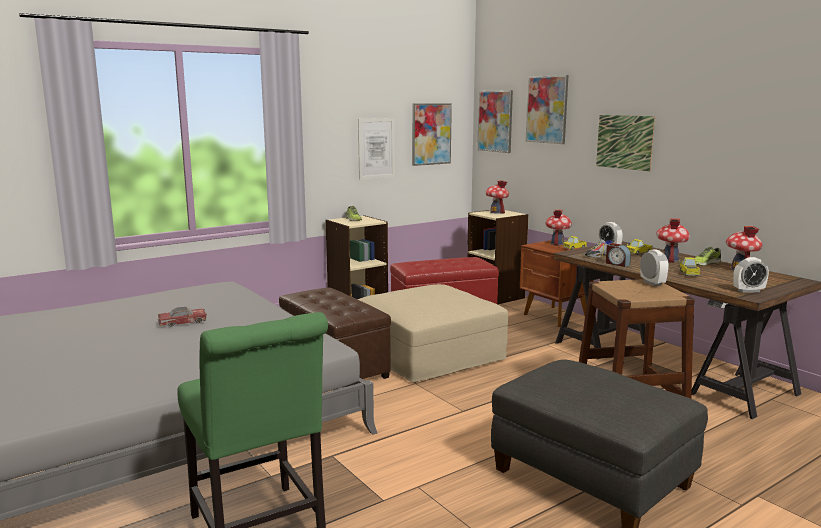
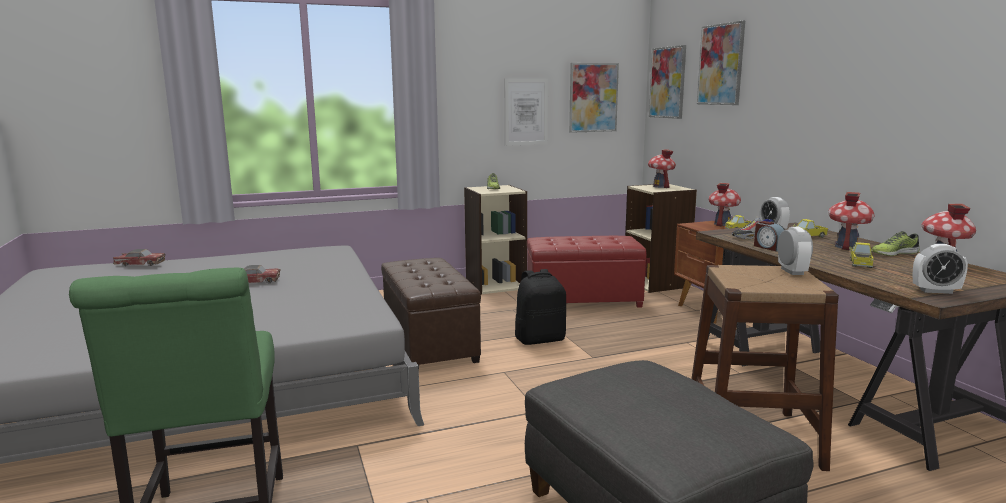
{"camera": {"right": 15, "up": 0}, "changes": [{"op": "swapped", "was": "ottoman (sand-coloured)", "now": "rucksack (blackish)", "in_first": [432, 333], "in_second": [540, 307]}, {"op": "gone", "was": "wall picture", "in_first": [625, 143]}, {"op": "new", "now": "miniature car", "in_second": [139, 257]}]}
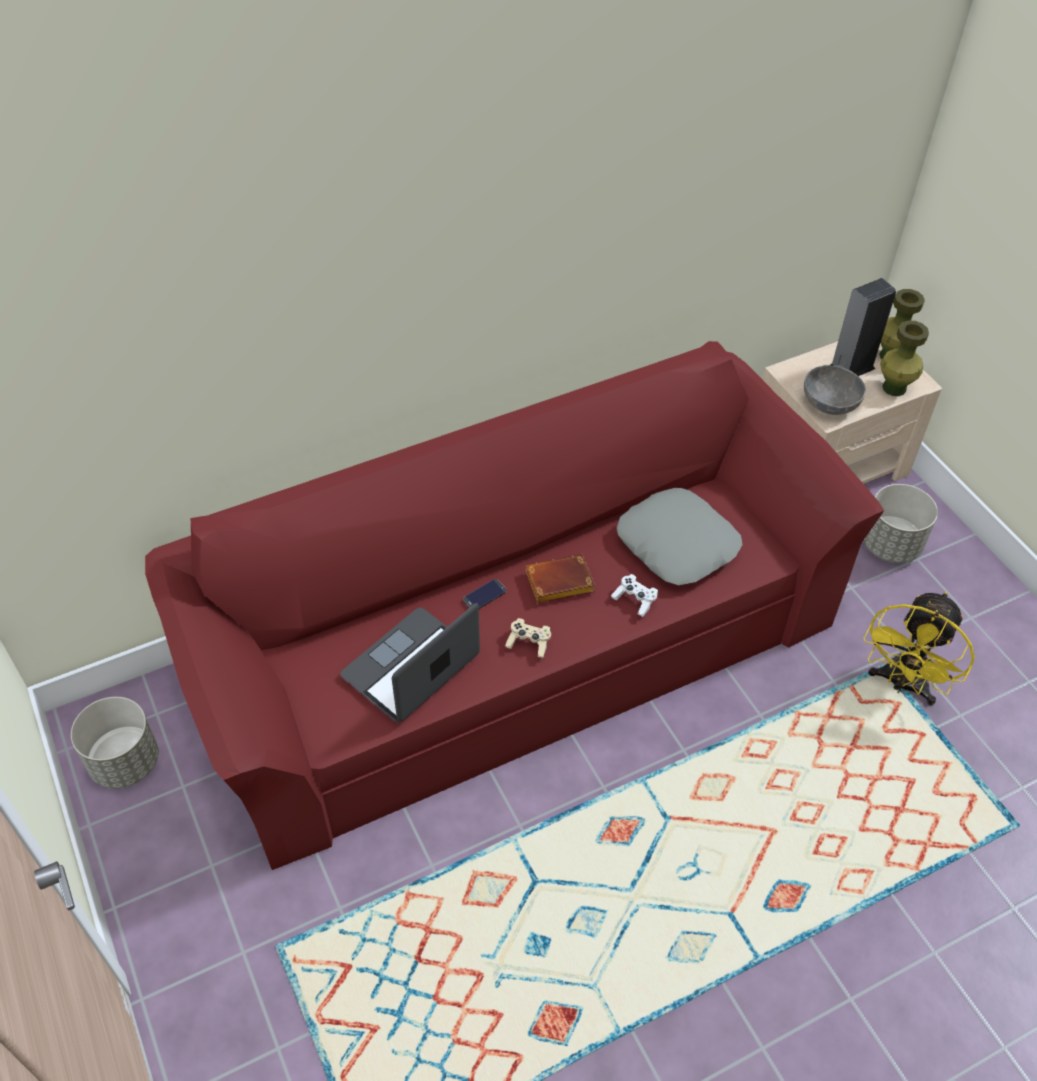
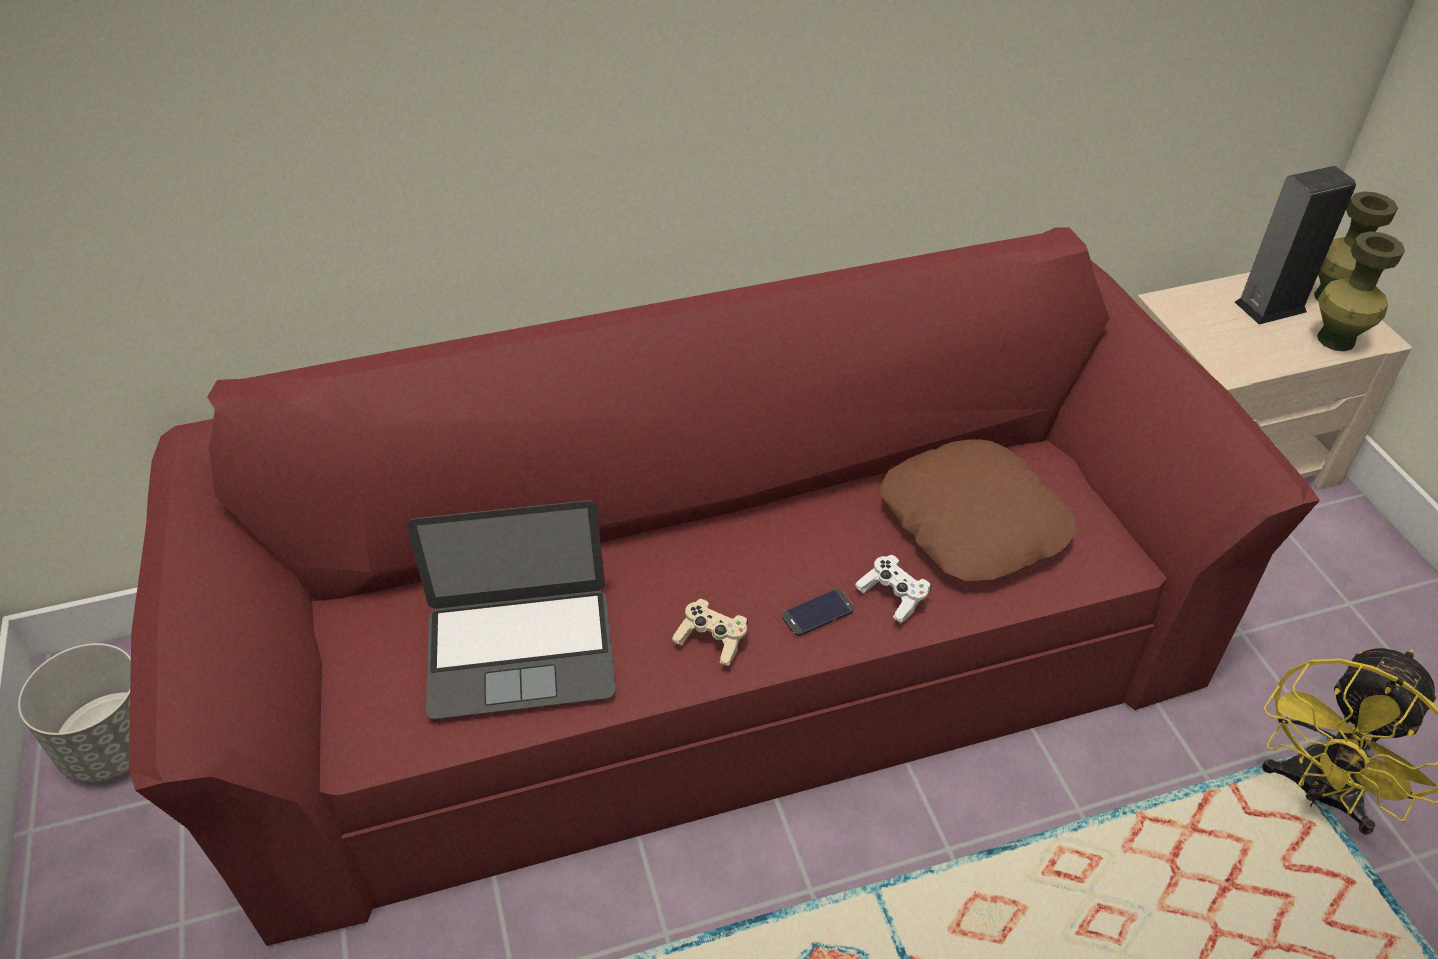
{"camera": {"right": 10, "up": -5}, "changes": [{"op": "rotated", "was": "laptop", "in_first": [410, 662], "in_second": [511, 609], "clockwise": -150}, {"op": "shifted", "was": "phone", "in_first": [485, 594], "in_second": [818, 612]}, {"op": "gone", "was": "bound book (brown)", "in_first": [560, 579]}, {"op": "repainted", "was": "cushion (gray)", "now": "cushion (brown)", "in_first": [679, 536], "in_second": [978, 510]}, {"op": "gone", "was": "bowl (gray)", "in_first": [835, 390]}, {"op": "gone", "was": "planter (gray)", "in_first": [900, 523]}]}
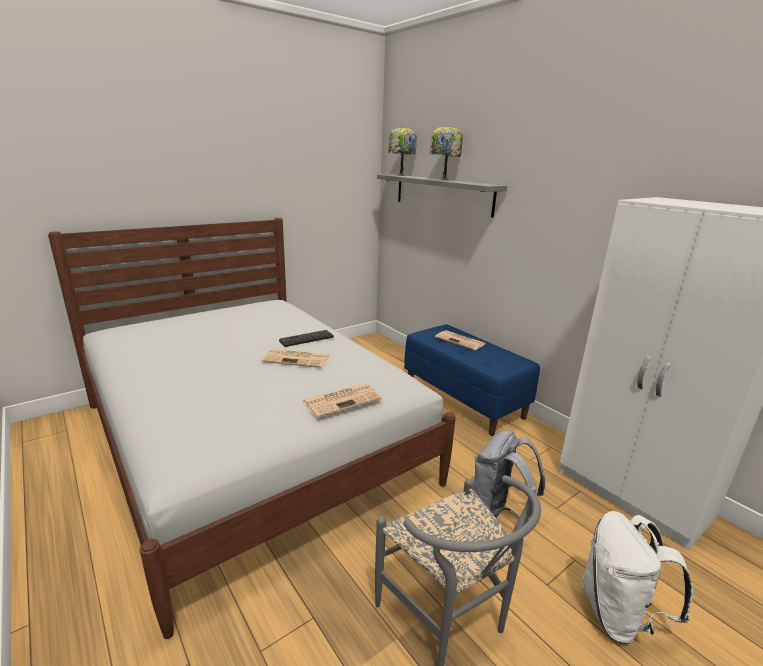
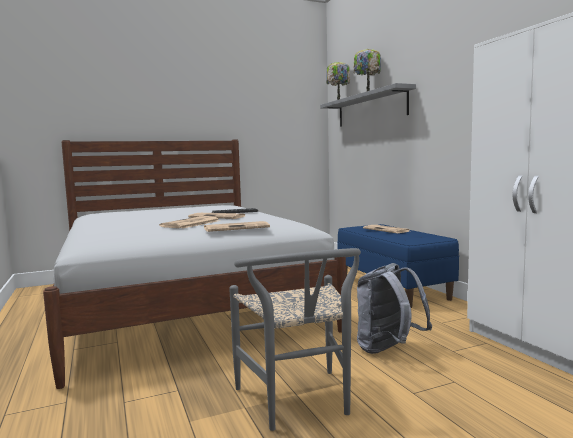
{"camera": {"right": 15, "up": -15}, "changes": [{"op": "gone", "was": "rucksack (whitish)", "in_first": [637, 577]}, {"op": "new", "now": "newspaper", "in_second": [189, 222]}]}
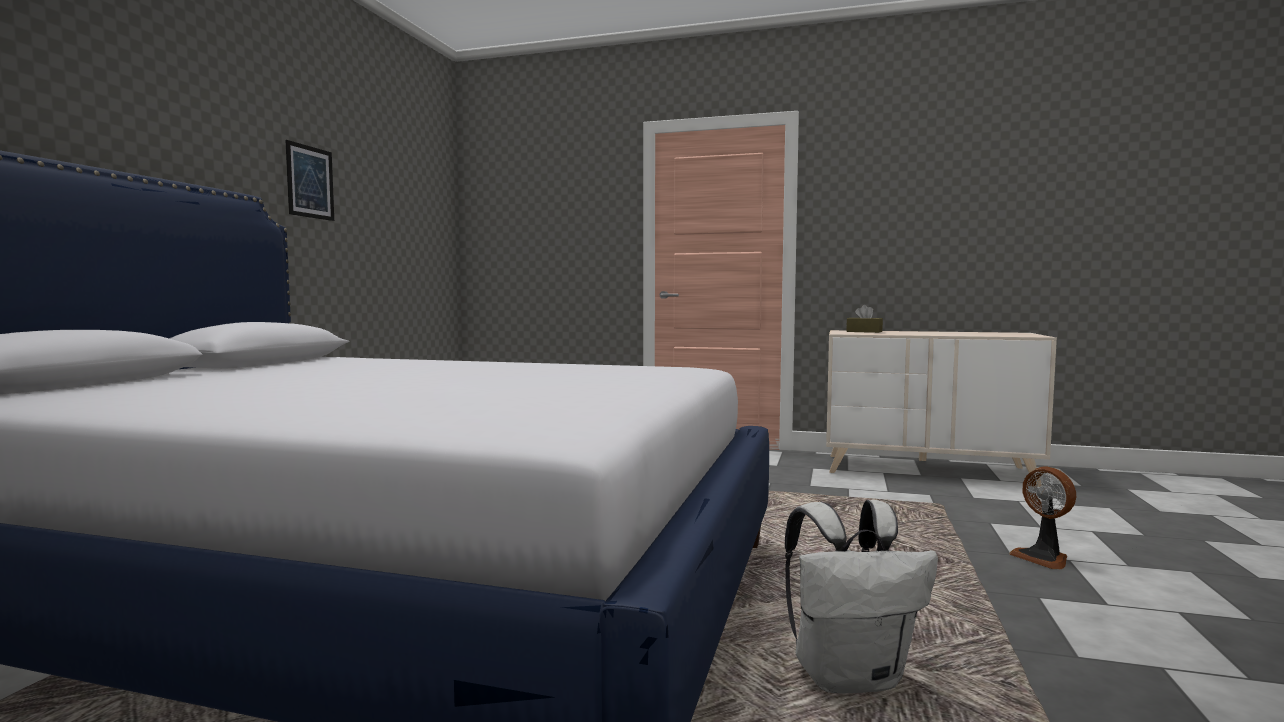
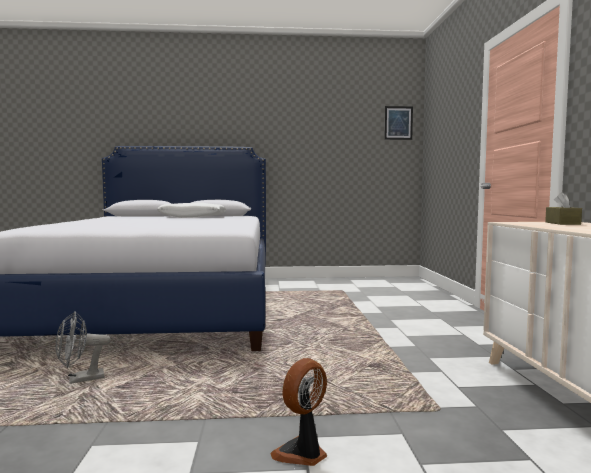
{"camera": {"right": 70, "up": 0}, "changes": [{"op": "shifted", "was": "wall picture", "in_first": [310, 180], "in_second": [398, 123]}, {"op": "swapped", "was": "rucksack (whitish)", "now": "cooling fan (gray)", "in_first": [861, 597], "in_second": [83, 348]}, {"op": "new", "now": "cushion (whitish)", "in_second": [191, 210]}]}
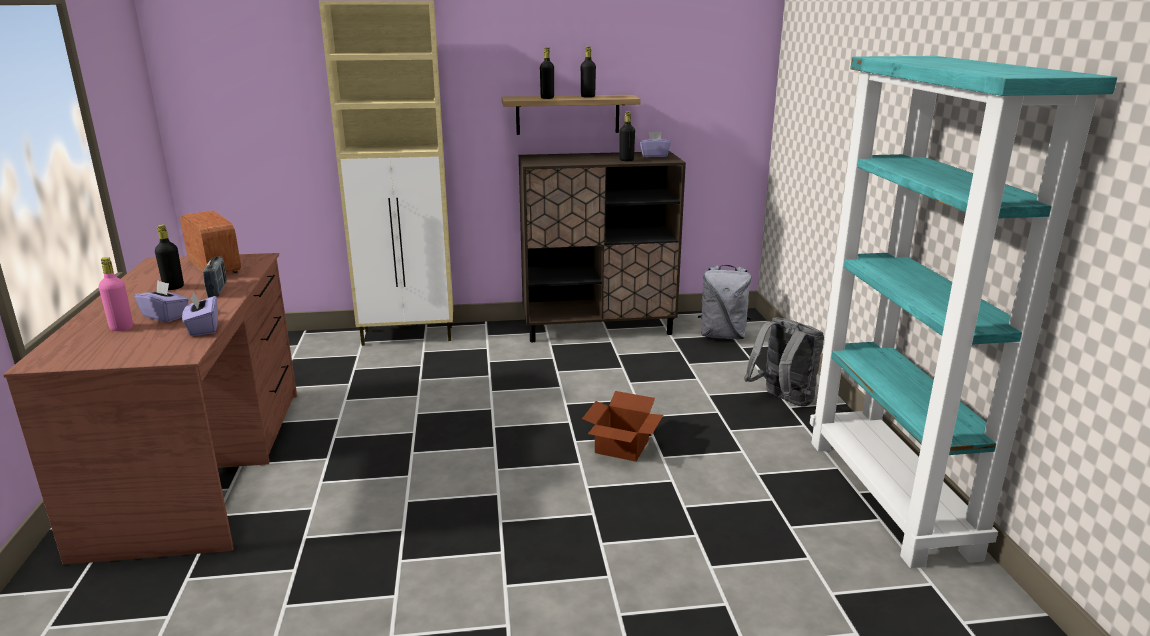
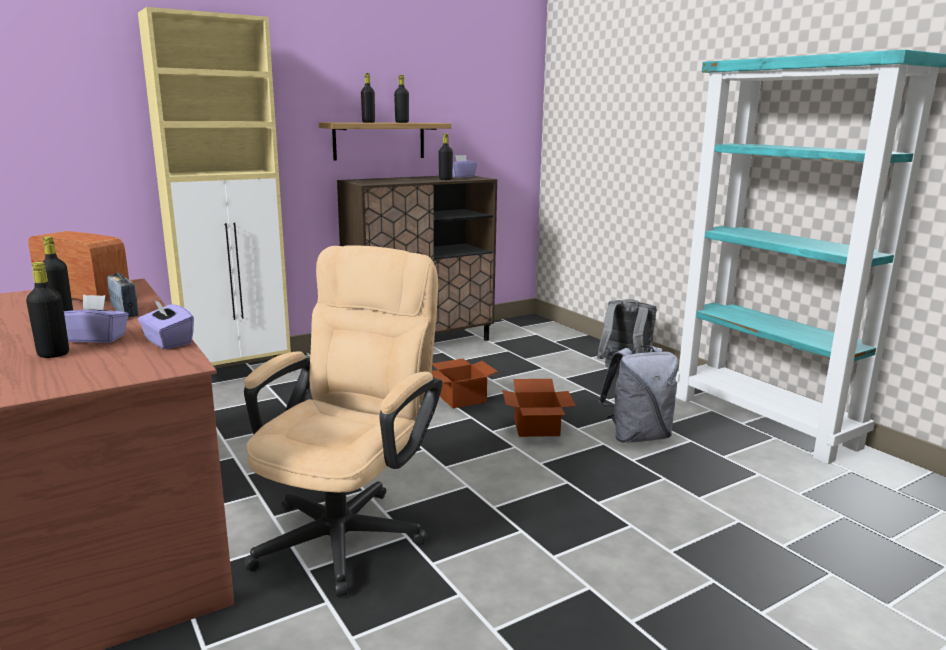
{"camera": {"right": -25, "up": -5}, "changes": [{"op": "repainted", "was": "drink bottle (pink)", "now": "drink bottle (blackish)", "in_first": [116, 294], "in_second": [47, 310]}, {"op": "shifted", "was": "rucksack (gray)", "in_first": [724, 302], "in_second": [638, 394]}, {"op": "new", "now": "desk chair (sand-coloured)", "in_second": [343, 421]}, {"op": "new", "now": "cardboard box", "in_second": [465, 383]}]}
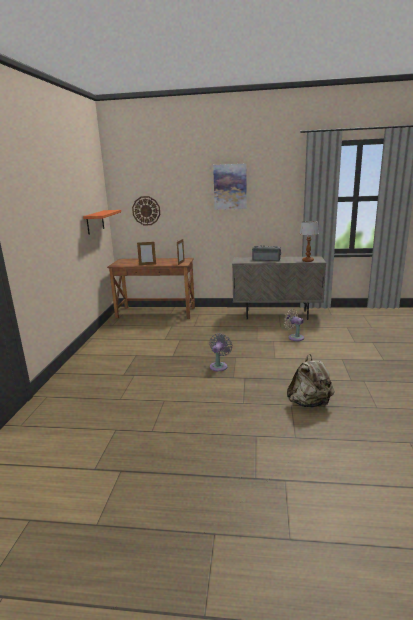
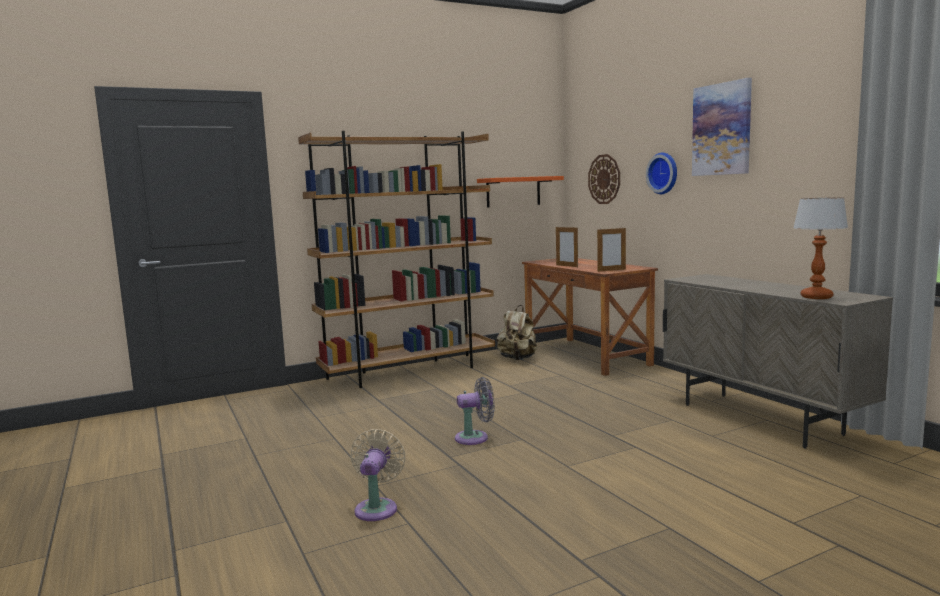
{"camera": {"right": 55, "up": -10}, "changes": [{"op": "gone", "was": "radio receiver", "in_first": [266, 253]}, {"op": "shifted", "was": "cooling fan (sand-coloured)", "in_first": [294, 325], "in_second": [378, 475]}, {"op": "shifted", "was": "rucksack (sand-coloured)", "in_first": [310, 380], "in_second": [516, 332]}, {"op": "new", "now": "shelving unit (brown)", "in_second": [396, 259]}, {"op": "new", "now": "clock on the wall", "in_second": [661, 173]}]}
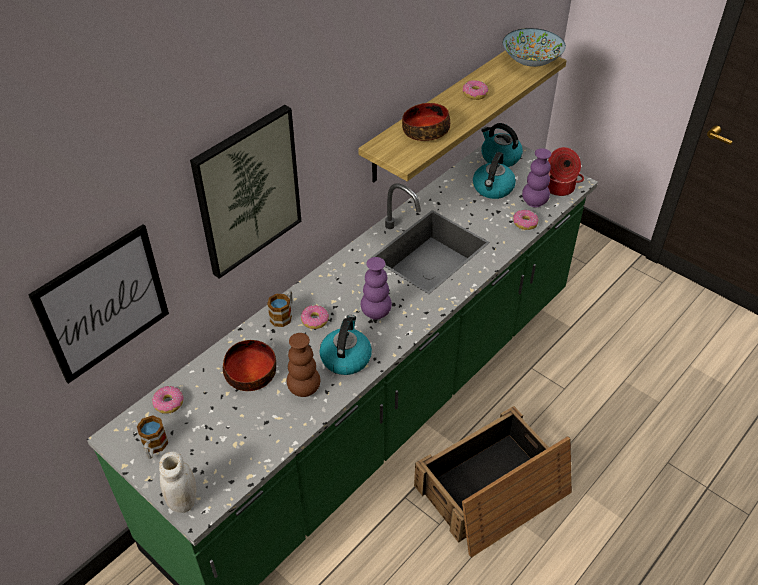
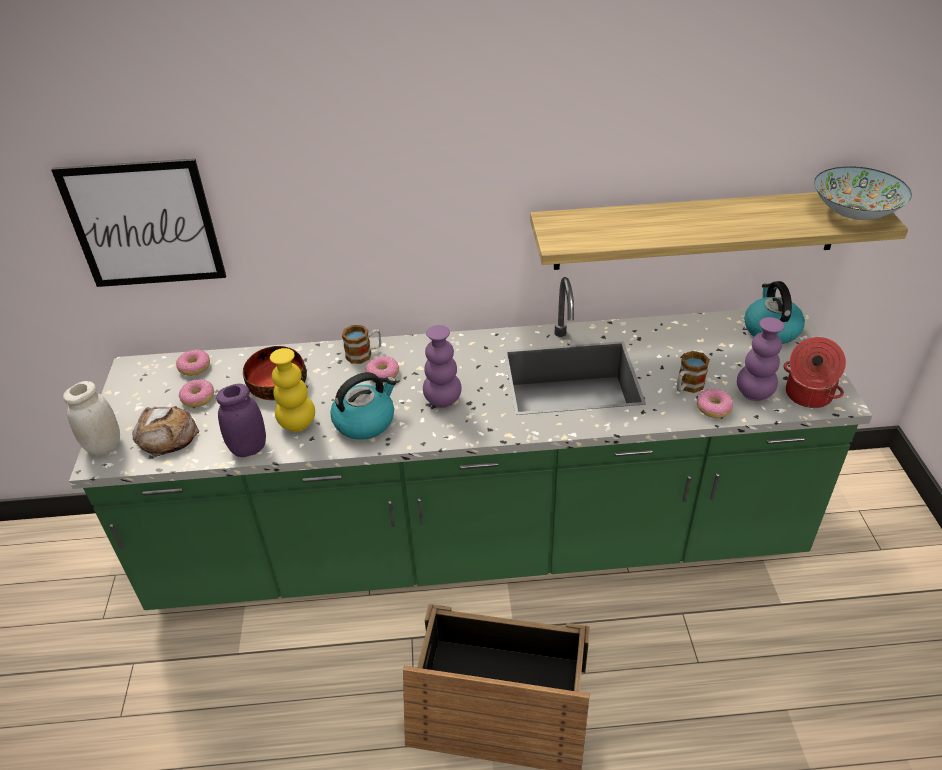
{"camera": {"right": 45, "up": -5}, "changes": [{"op": "shifted", "was": "tea mug", "in_first": [152, 437], "in_second": [693, 372]}, {"op": "gone", "was": "wall picture", "in_first": [245, 192]}, {"op": "repainted", "was": "flower vase (brown)", "now": "flower vase (yellow)", "in_first": [303, 365], "in_second": [292, 390]}, {"op": "gone", "was": "bowl", "in_first": [426, 122]}, {"op": "shifted", "was": "doughnut", "in_first": [475, 90], "in_second": [196, 393]}, {"op": "gone", "was": "tea kettle", "in_first": [494, 175]}, {"op": "new", "now": "bakery bread", "in_second": [165, 431]}, {"op": "new", "now": "storage jar (purple)", "in_second": [241, 420]}]}
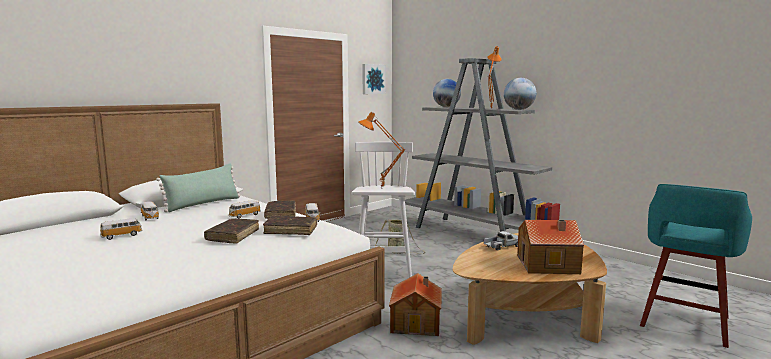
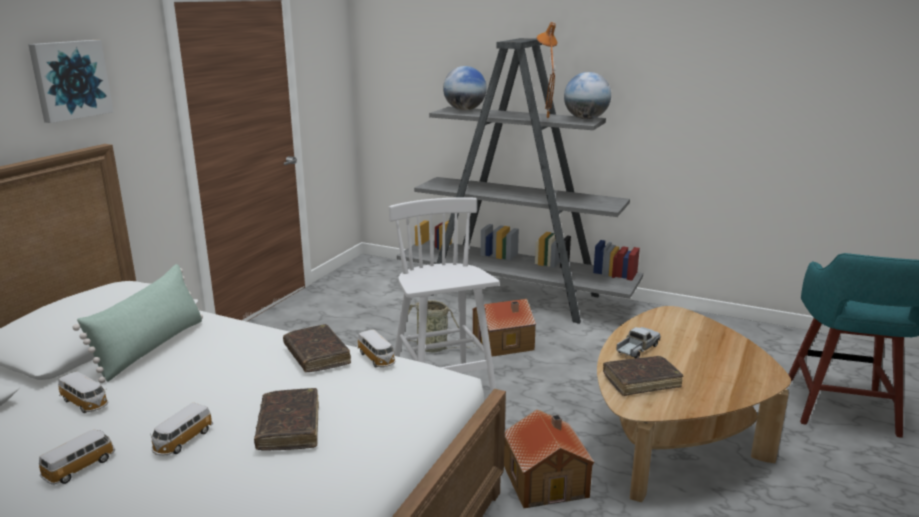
{"camera": {"right": -20, "up": 10}, "changes": [{"op": "shifted", "was": "miniature car", "in_first": [244, 209], "in_second": [181, 429]}, {"op": "shifted", "was": "bound book (brown)", "in_first": [290, 225], "in_second": [643, 376]}, {"op": "gone", "was": "tabletop lamp (orange)", "in_first": [381, 150]}, {"op": "shifted", "was": "wall picture", "in_first": [374, 79], "in_second": [70, 81]}, {"op": "shifted", "was": "miniature house", "in_first": [550, 247], "in_second": [504, 328]}]}
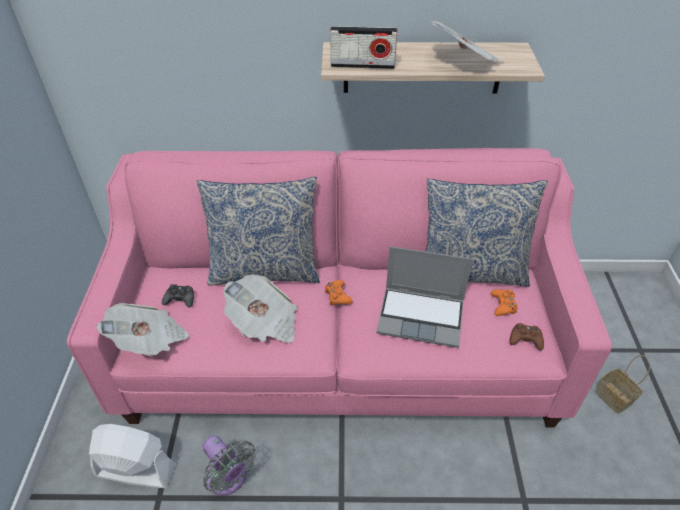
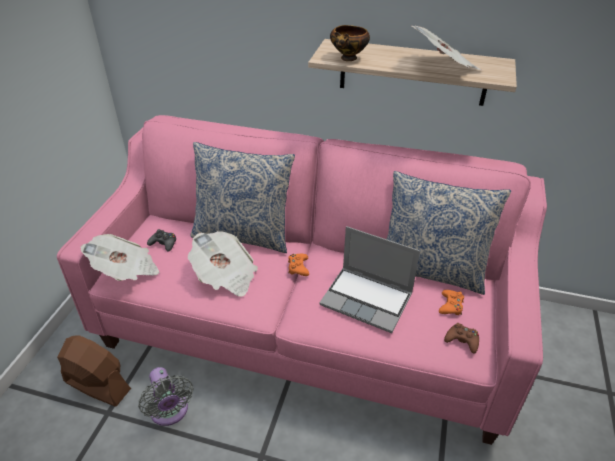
{"camera": {"right": 15, "up": -5}, "changes": [{"op": "repainted", "was": "cooling fan (whitish)", "now": "cooling fan (brown)", "in_first": [132, 456], "in_second": [94, 371]}, {"op": "swapped", "was": "radio receiver", "now": "bowl", "in_first": [363, 47], "in_second": [350, 43]}, {"op": "gone", "was": "storage basket", "in_first": [623, 384]}]}
